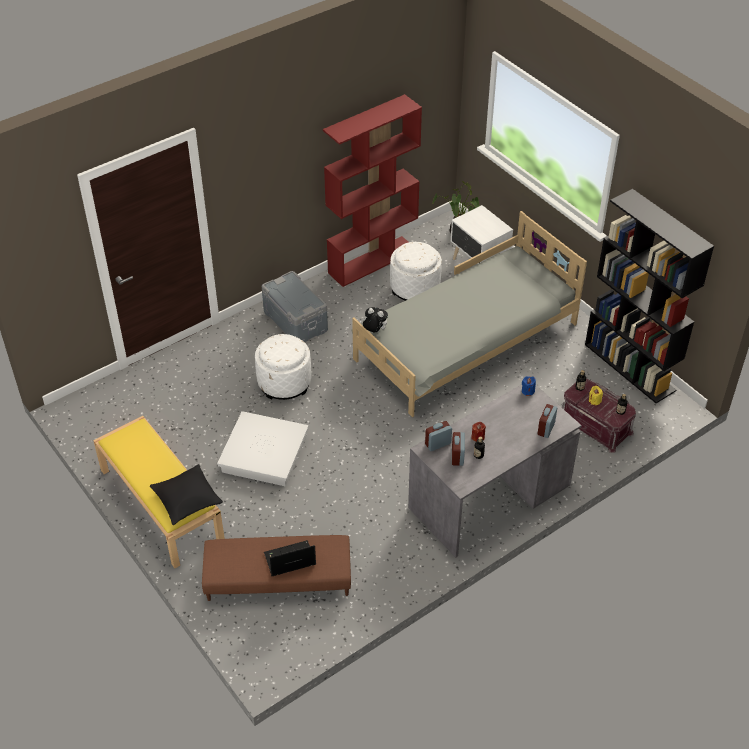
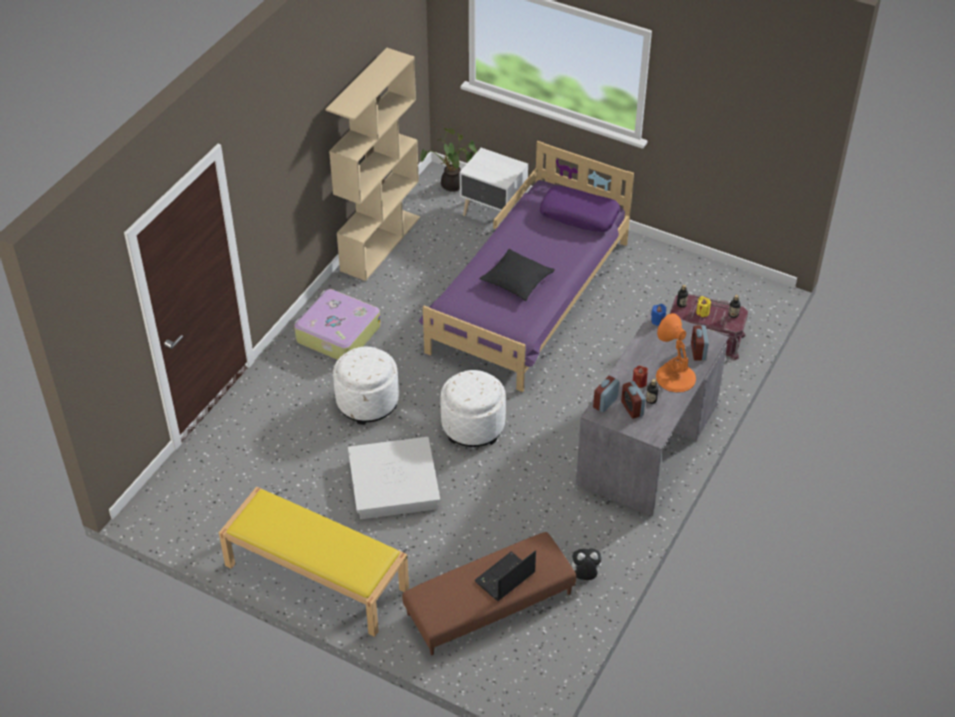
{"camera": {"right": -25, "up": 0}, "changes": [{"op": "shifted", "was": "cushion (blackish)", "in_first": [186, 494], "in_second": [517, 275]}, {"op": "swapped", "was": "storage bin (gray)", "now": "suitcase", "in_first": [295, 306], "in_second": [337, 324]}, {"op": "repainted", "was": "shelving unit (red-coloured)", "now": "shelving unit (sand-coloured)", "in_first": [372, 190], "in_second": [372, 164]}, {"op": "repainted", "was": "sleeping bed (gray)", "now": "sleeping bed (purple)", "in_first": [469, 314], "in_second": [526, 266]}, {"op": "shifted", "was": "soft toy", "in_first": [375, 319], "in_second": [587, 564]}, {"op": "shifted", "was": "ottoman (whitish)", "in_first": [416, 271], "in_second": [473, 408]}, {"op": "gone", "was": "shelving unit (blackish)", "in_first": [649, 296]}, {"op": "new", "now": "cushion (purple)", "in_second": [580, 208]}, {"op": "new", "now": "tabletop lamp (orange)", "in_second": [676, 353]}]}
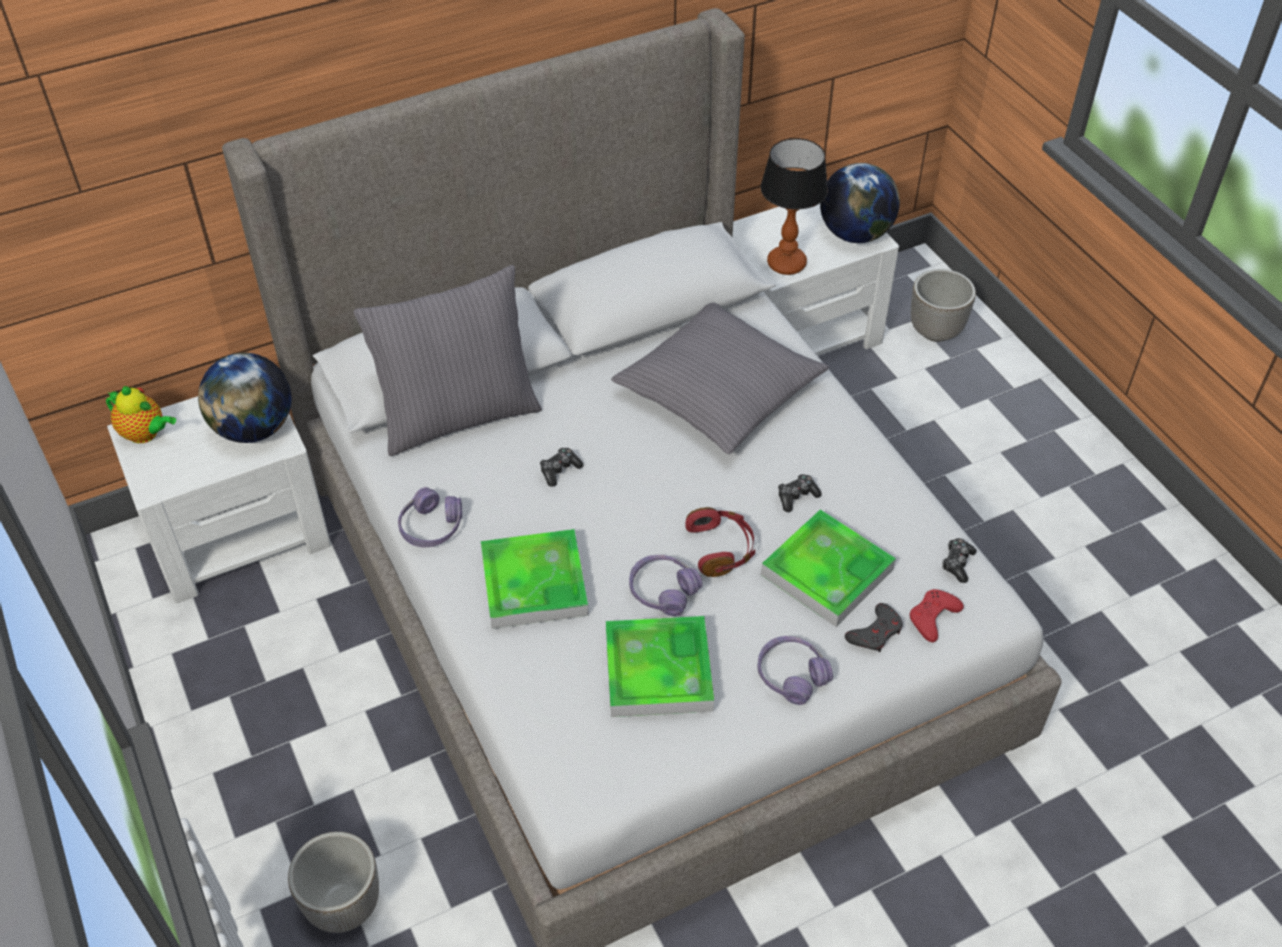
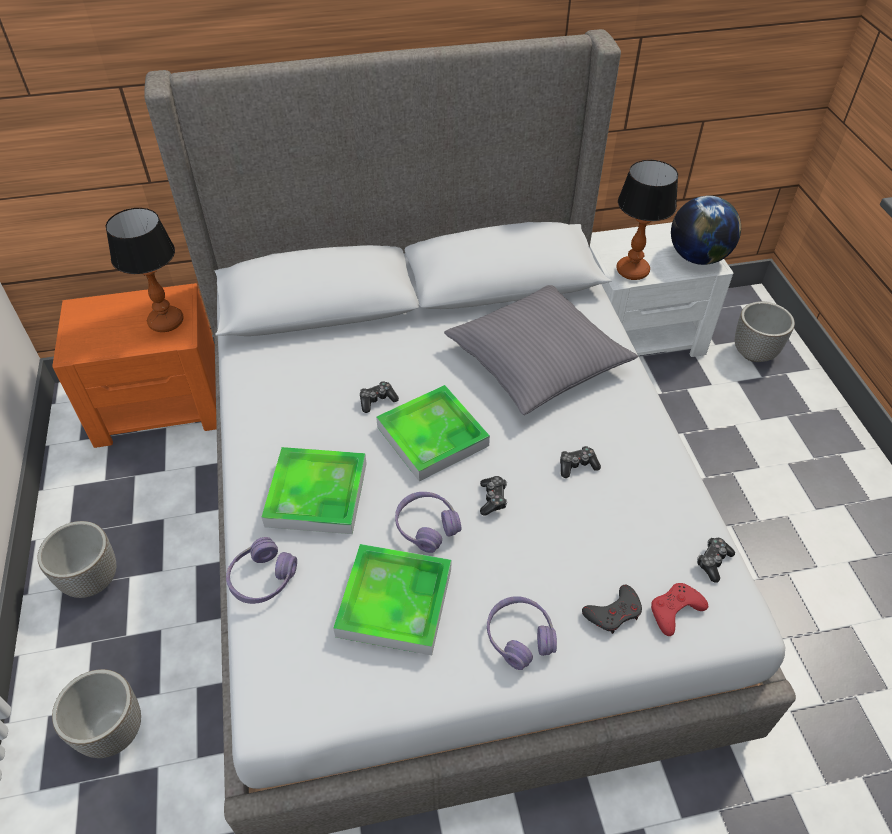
{"camera": {"right": 15, "up": 0}, "changes": [{"op": "gone", "was": "tea pot", "in_first": [141, 414]}, {"op": "repainted", "was": "bedside table (whitish)", "now": "bedside table (orange)", "in_first": [219, 499], "in_second": [134, 365]}, {"op": "swapped", "was": "desk globe", "now": "tabletop lamp", "in_first": [244, 398], "in_second": [144, 270]}, {"op": "gone", "was": "cushion (gray)", "in_first": [447, 360]}, {"op": "shifted", "was": "pair of headphones (purple)", "in_first": [430, 517], "in_second": [261, 570]}, {"op": "swapped", "was": "pair of headphones (red-coloured)", "now": "joypad", "in_first": [720, 542], "in_second": [493, 496]}, {"op": "shifted", "was": "tray", "in_first": [828, 568], "in_second": [433, 433]}, {"op": "new", "now": "planter", "in_second": [76, 559]}]}
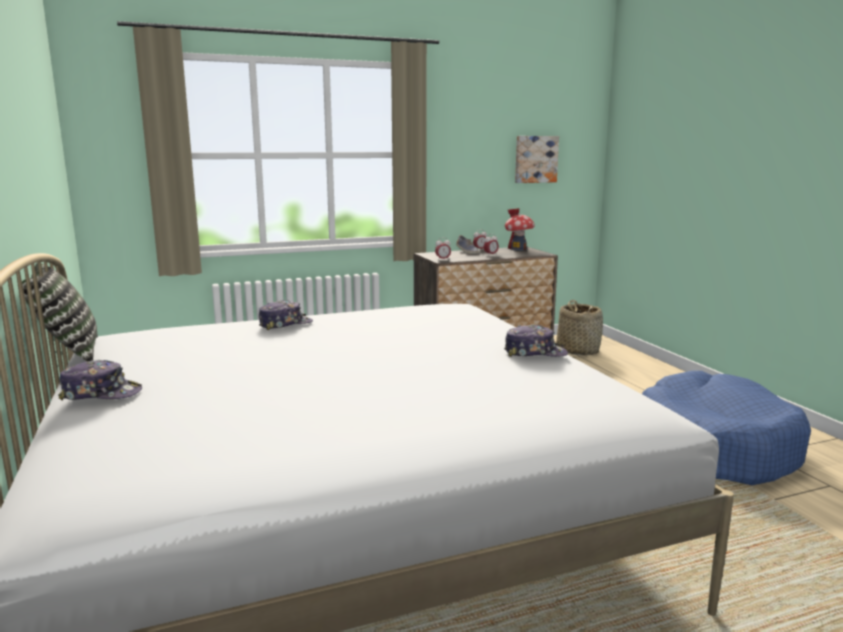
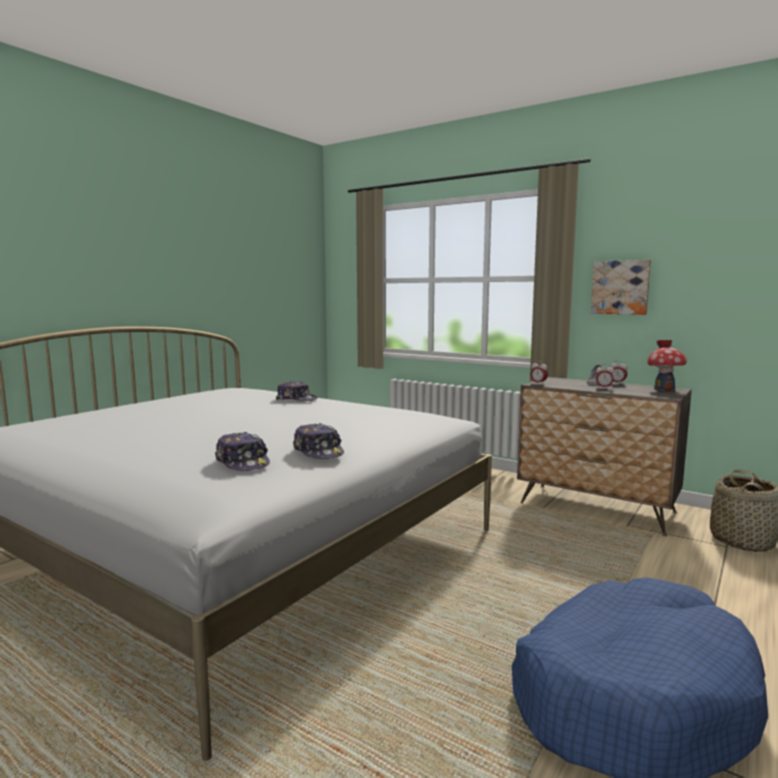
{"camera": {"right": 55, "up": -5}, "changes": [{"op": "gone", "was": "cushion", "in_first": [60, 312]}, {"op": "shifted", "was": "cap", "in_first": [100, 380], "in_second": [242, 451]}, {"op": "shifted", "was": "wall picture", "in_first": [537, 159], "in_second": [621, 287]}]}
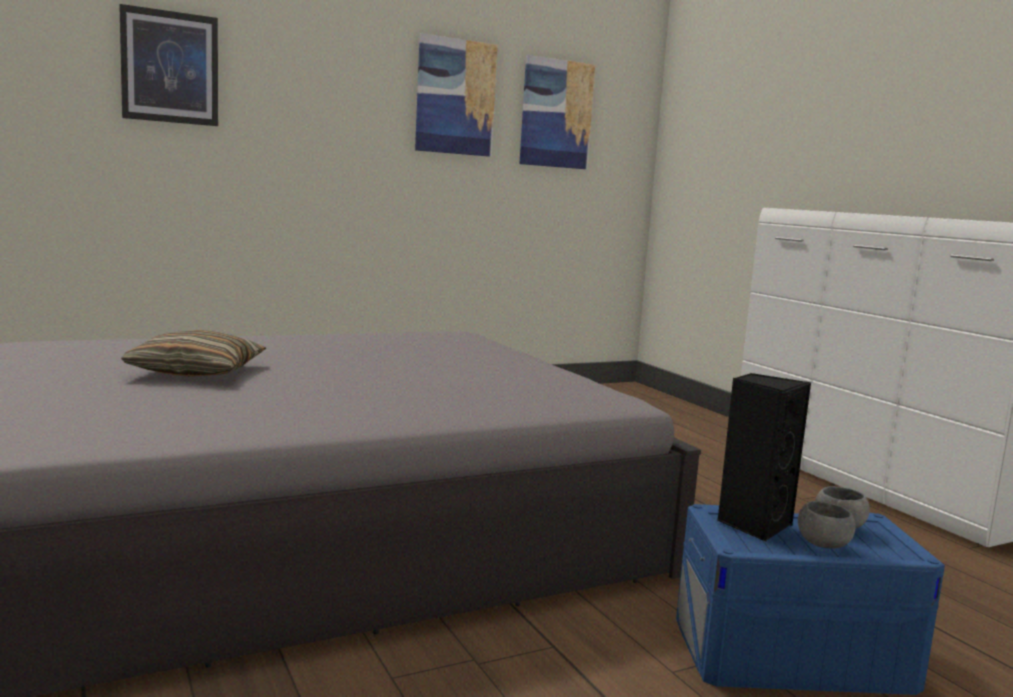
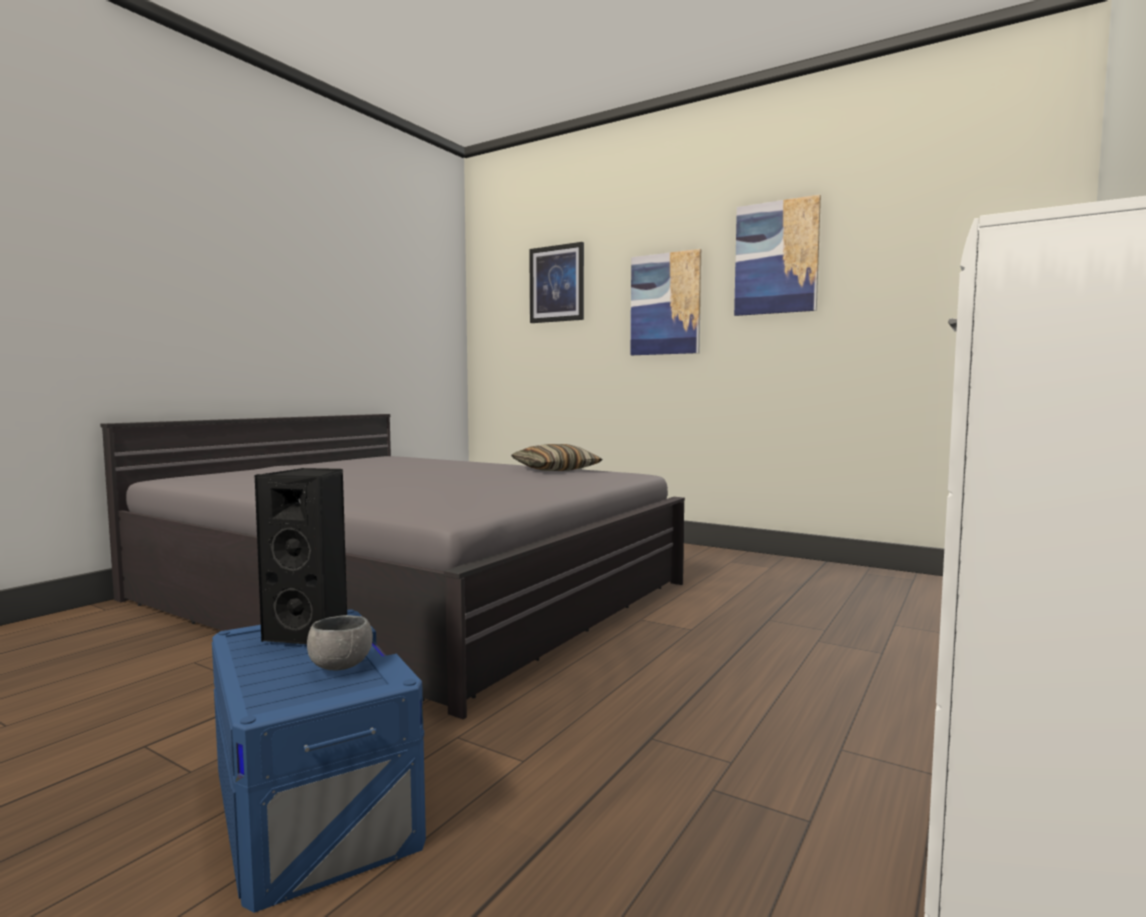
{"camera": {"right": 60, "up": -5}, "changes": [{"op": "shifted", "was": "cushion", "in_first": [193, 353], "in_second": [557, 457]}, {"op": "shifted", "was": "wall picture", "in_first": [557, 112], "in_second": [666, 302]}, {"op": "gone", "was": "bowl (gray)", "in_first": [827, 525]}]}
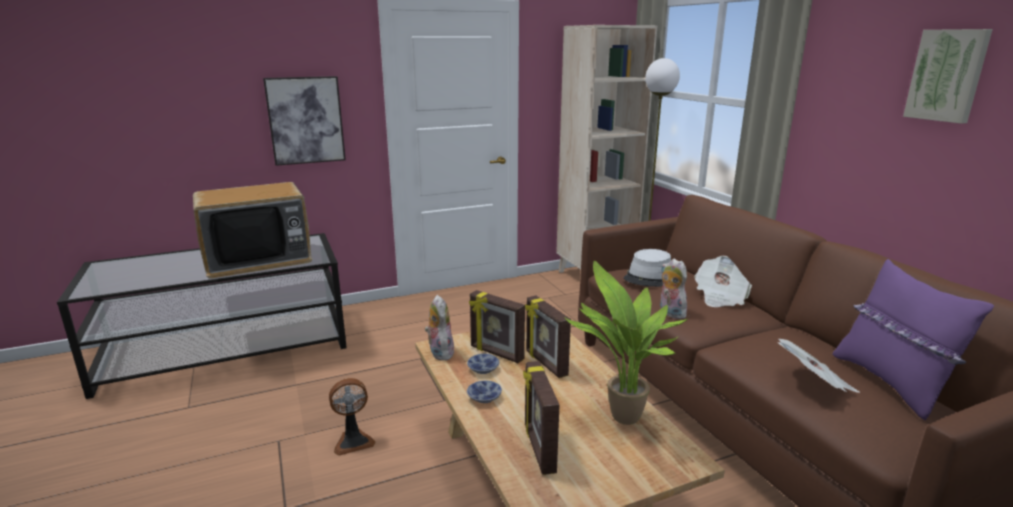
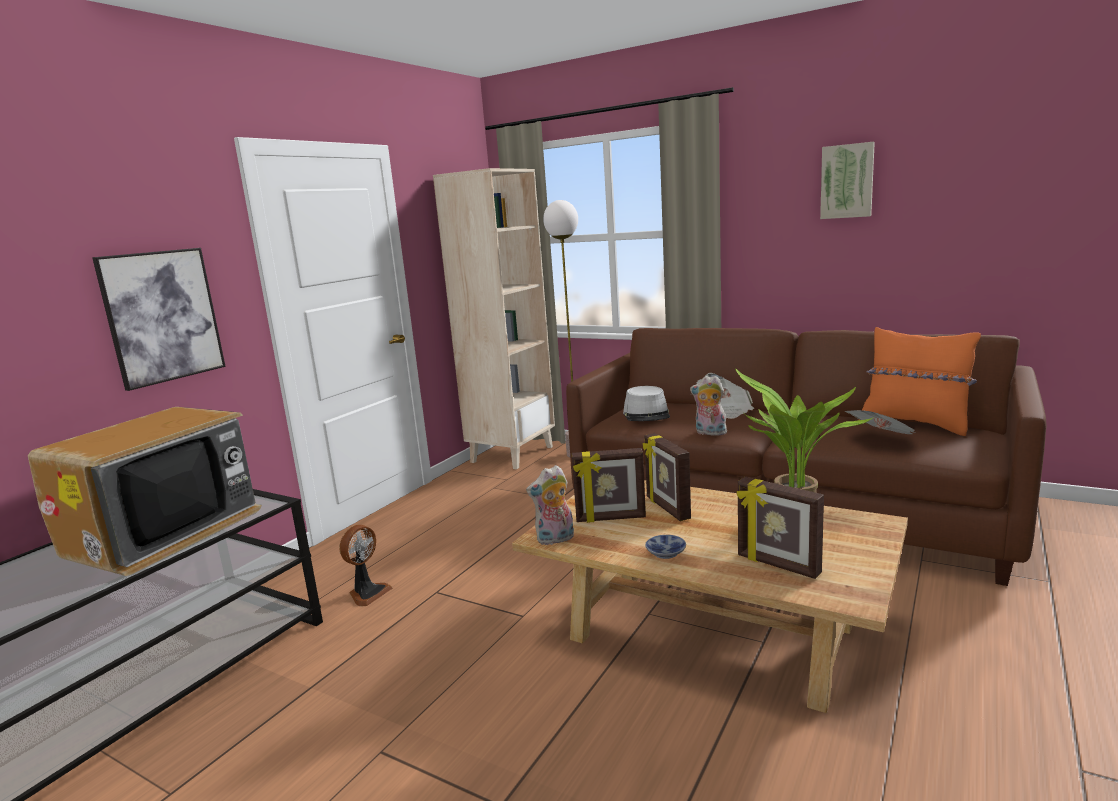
{"camera": {"right": -35, "up": -5}, "changes": [{"op": "shifted", "was": "cooling fan", "in_first": [352, 417], "in_second": [365, 566]}, {"op": "rotated", "was": "soft toy", "in_first": [439, 327], "in_second": [550, 505], "clockwise": -60}, {"op": "gone", "was": "bowl", "in_first": [483, 364]}, {"op": "rotated", "was": "photo frame", "in_first": [548, 336], "in_second": [667, 477], "clockwise": 45}, {"op": "repainted", "was": "cushion (purple)", "now": "cushion (orange)", "in_first": [913, 339], "in_second": [921, 381]}]}
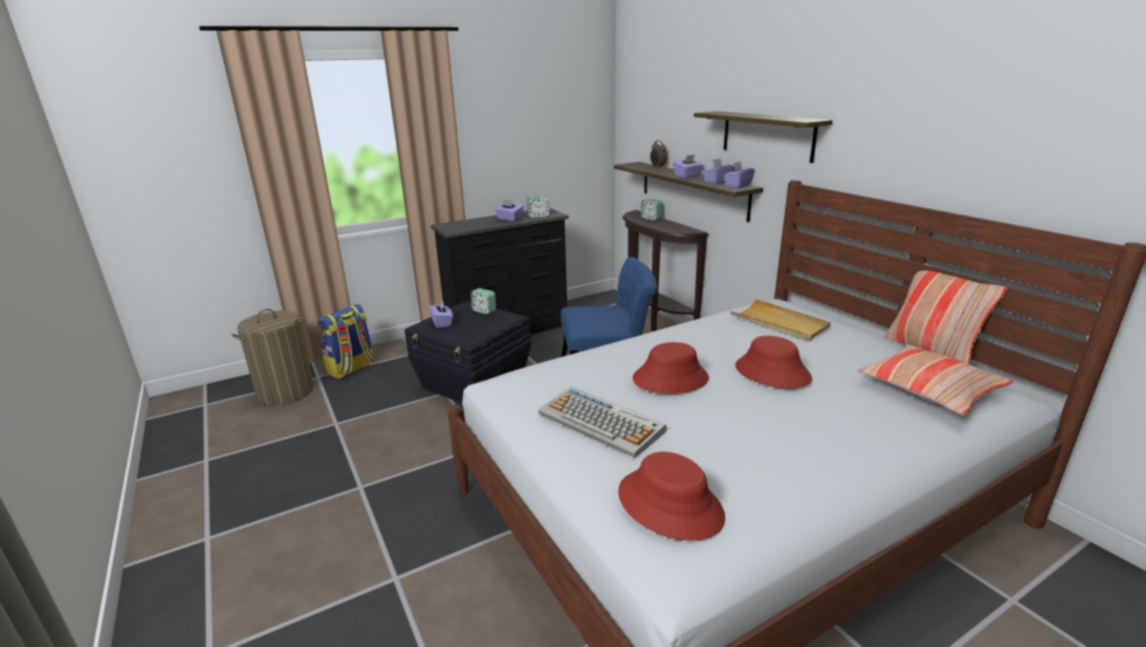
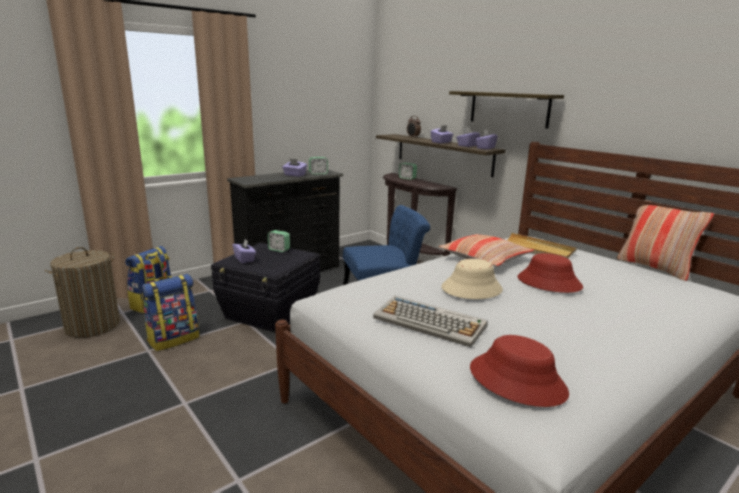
{"camera": {"right": -10, "up": -5}, "changes": [{"op": "repainted", "was": "clothing hat (red-coloured)", "now": "clothing hat (sand-coloured)", "in_first": [671, 368], "in_second": [472, 279]}, {"op": "shifted", "was": "cushion", "in_first": [935, 380], "in_second": [486, 250]}, {"op": "new", "now": "rucksack", "in_second": [170, 312]}]}
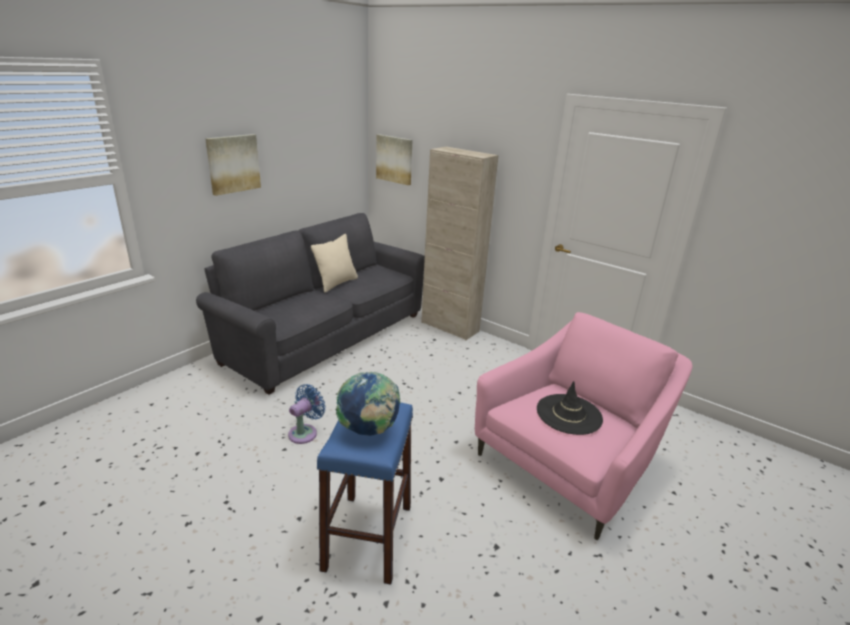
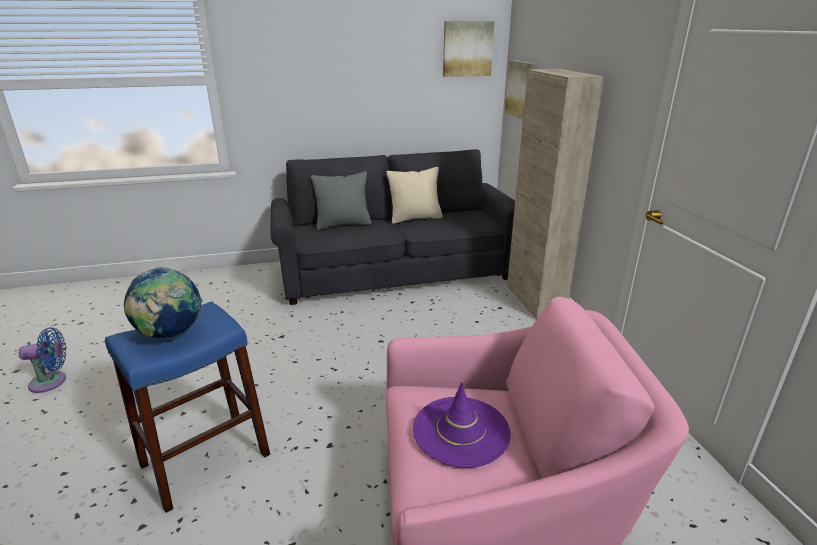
{"camera": {"right": 40, "up": 0}, "changes": [{"op": "shifted", "was": "wall picture", "in_first": [233, 165], "in_second": [469, 49]}, {"op": "shifted", "was": "cooling fan (bluish)", "in_first": [307, 414], "in_second": [42, 360]}, {"op": "repainted", "was": "clothing hat (blackish)", "now": "clothing hat (purple)", "in_first": [570, 408], "in_second": [462, 425]}, {"op": "new", "now": "cushion (gray)", "in_second": [341, 200]}]}
